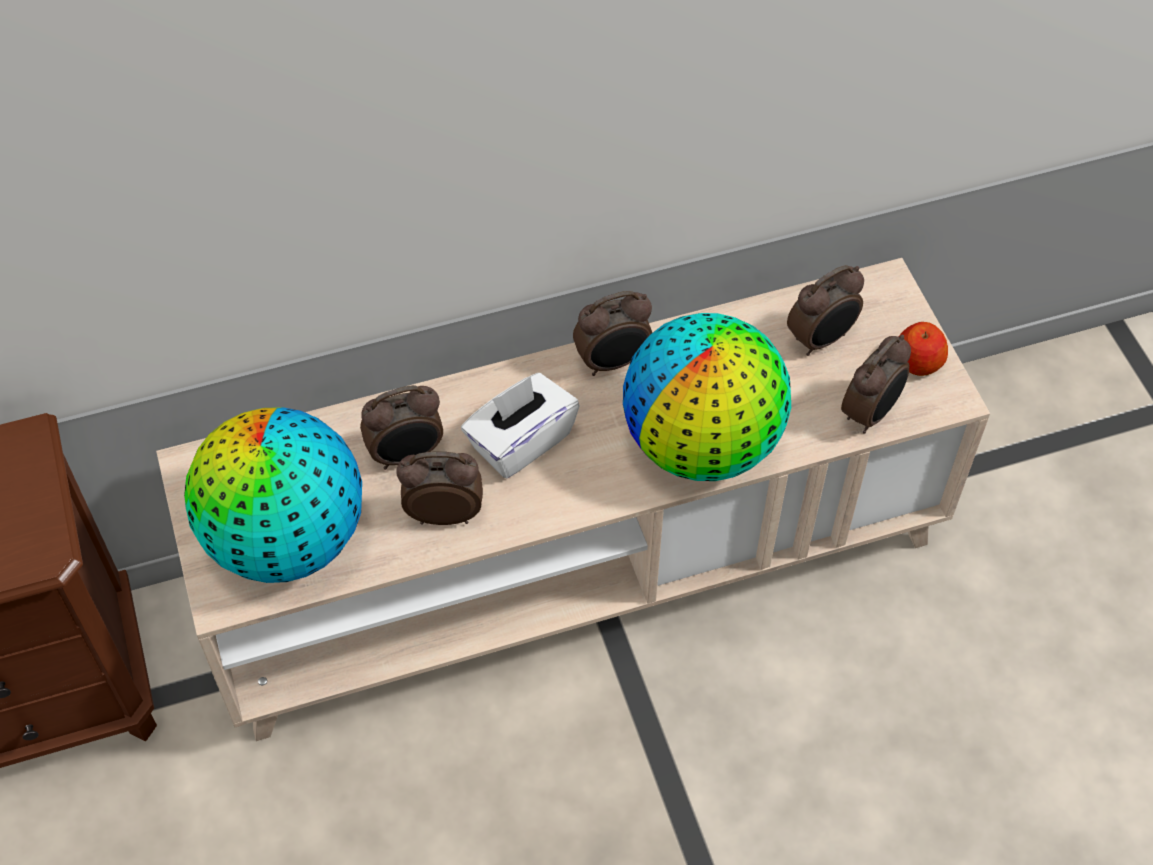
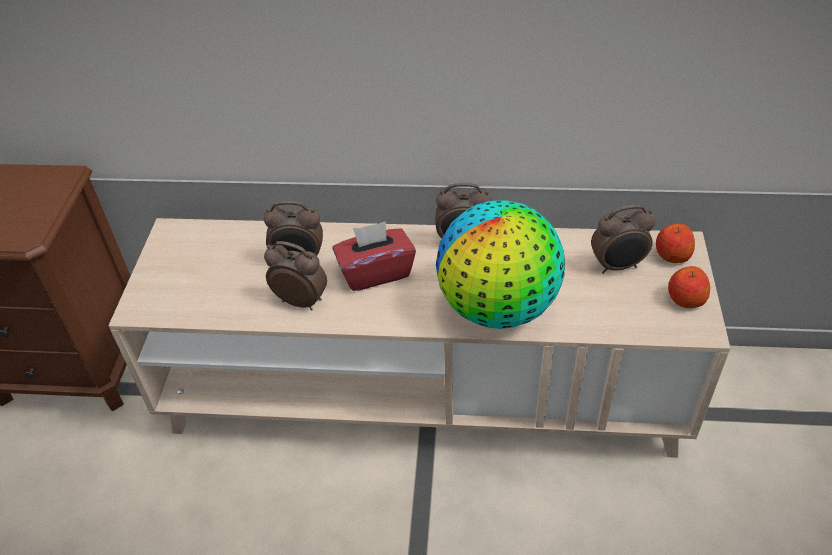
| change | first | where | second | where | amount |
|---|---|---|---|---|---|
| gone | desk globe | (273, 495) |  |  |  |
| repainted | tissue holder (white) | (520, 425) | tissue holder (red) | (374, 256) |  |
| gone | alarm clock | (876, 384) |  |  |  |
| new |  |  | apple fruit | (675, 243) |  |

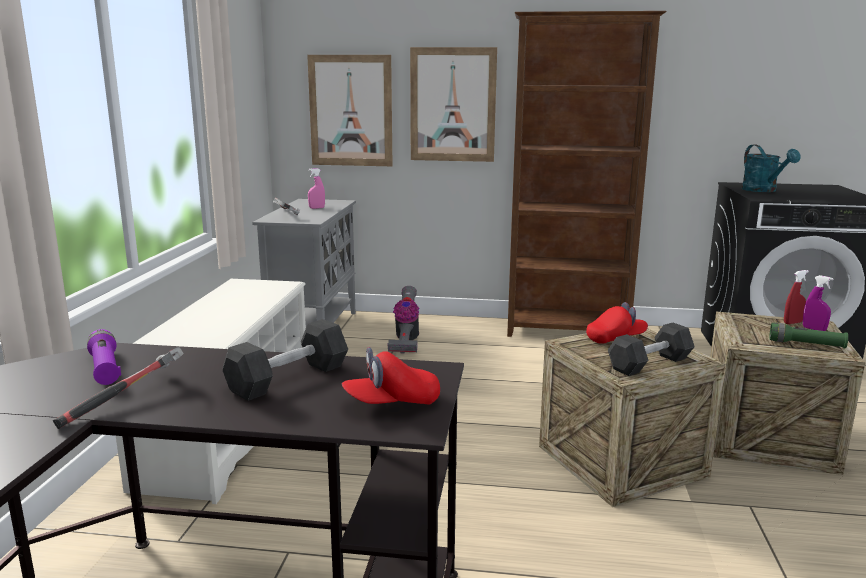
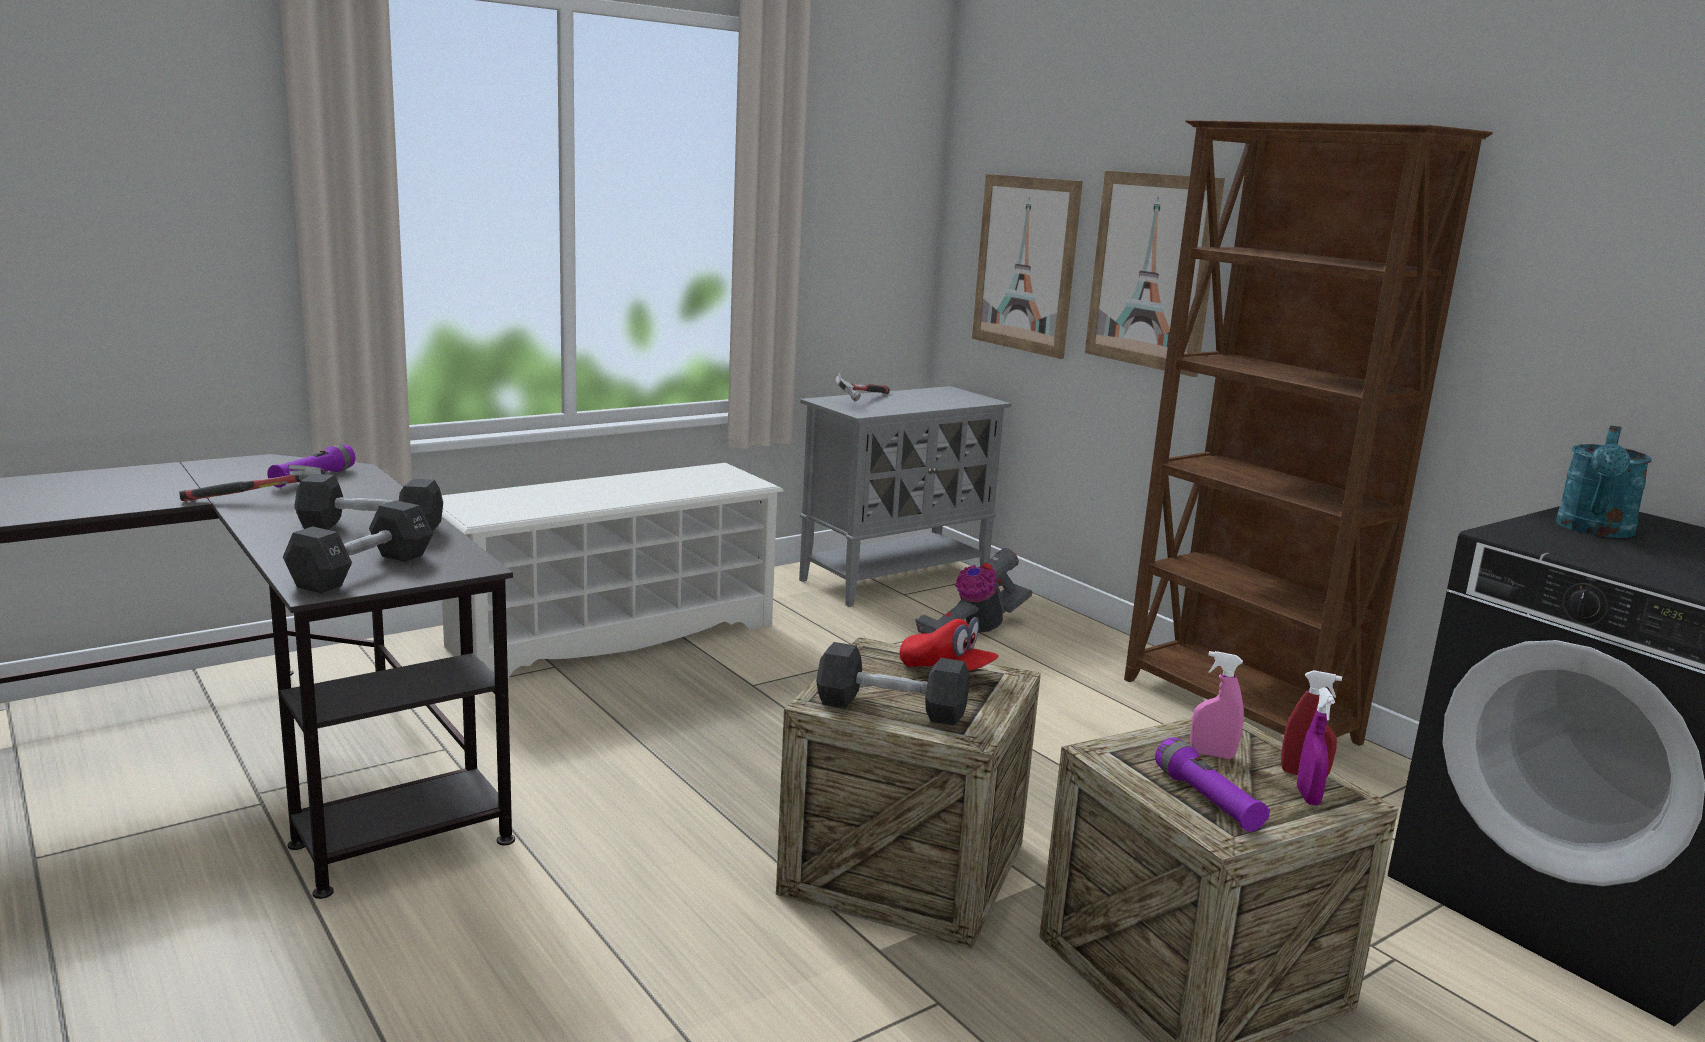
| change | first | where | second | where | amount |
|---|---|---|---|---|---|
| shifted | sprayer (pink-coloured) | (316, 188) |  | (1217, 705) |  |
| swapped | cap (red) | (391, 376) | hand weight (blackish) | (358, 547) |  |
| repainted | hand torch (greenish) | (808, 335) | hand torch (purple-coloured) | (1212, 784) |  |

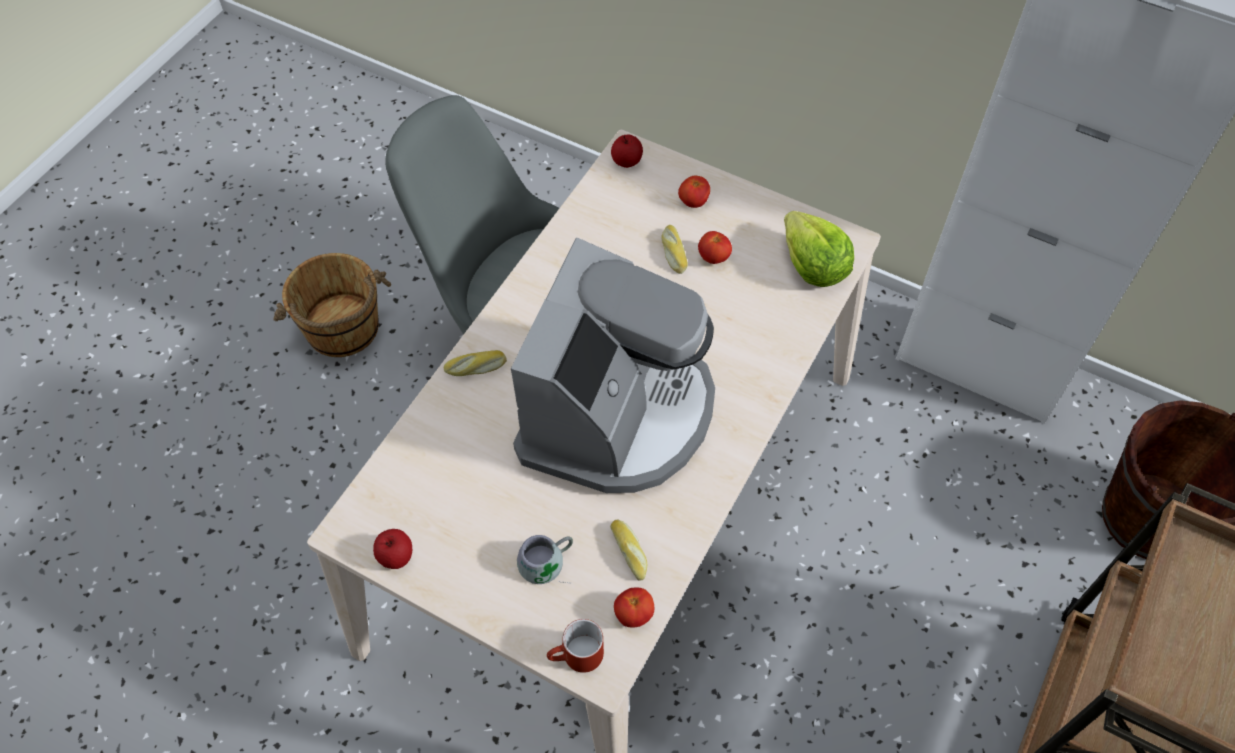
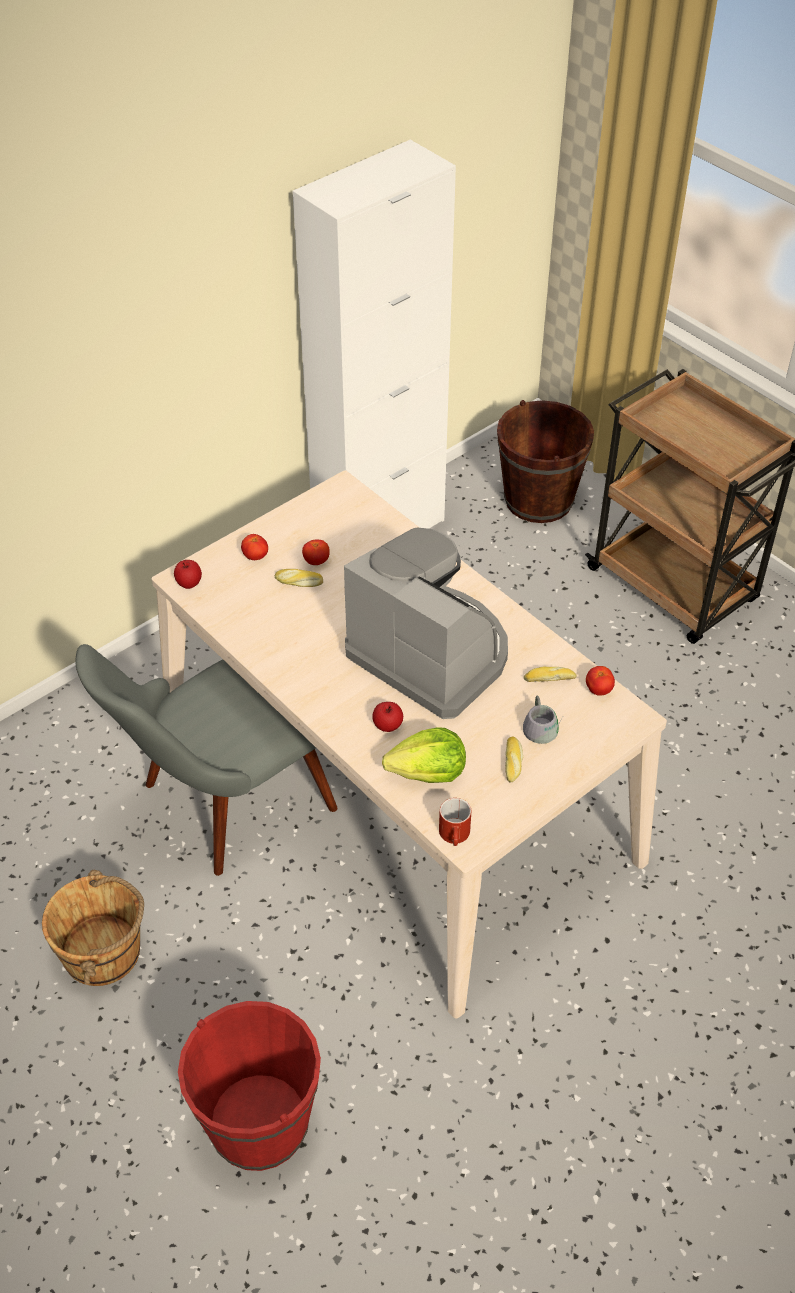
| change | first | where | second | where | amount |
|---|---|---|---|---|---|
| shifted | apple fruit | (392, 549) |  | (387, 717) |  |
| shifted | bakery bread | (475, 363) |  | (514, 759) |  |
| shifted | tea mug (red) | (575, 646) |  | (455, 822) |  |
| shifted | lettuce head | (819, 249) |  | (424, 755) |  |
| new |  |  | water bucket (red) | (249, 1086) |  |

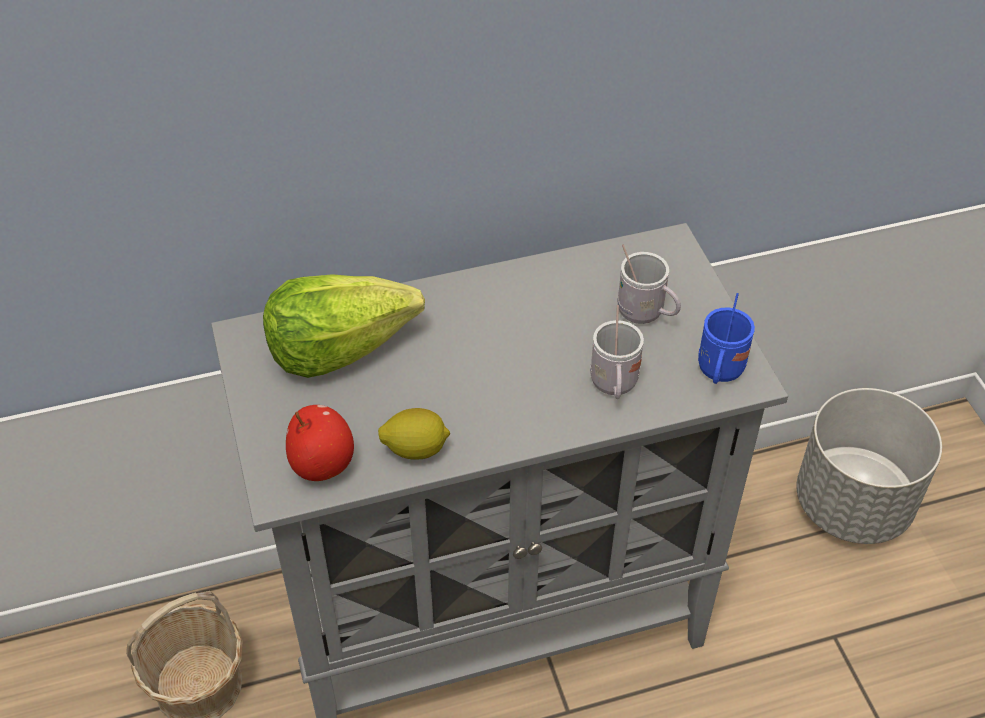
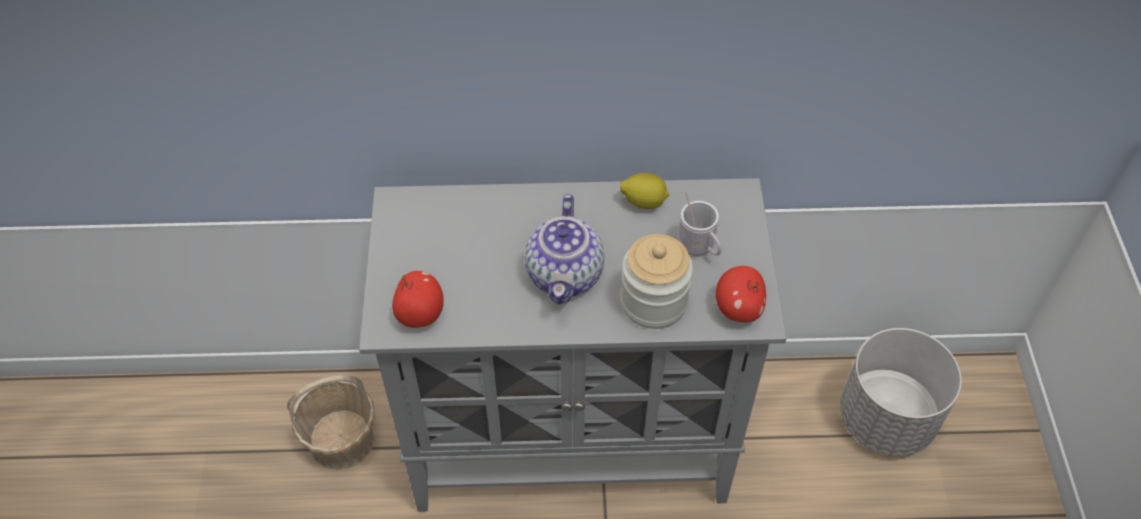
| change | first | where | second | where | amount |
|---|---|---|---|---|---|
| gone | lettuce head | (344, 326) |  |  |  |
| shifted | lemon | (414, 434) |  | (644, 191) |  |
| swapped | tea mug (white) | (617, 352) | preserve jar | (656, 281) |  |
| swapped | tea mug (blue) | (726, 338) | apple fruit | (741, 294) |  |
| new |  |  | teapot | (564, 249) |  |

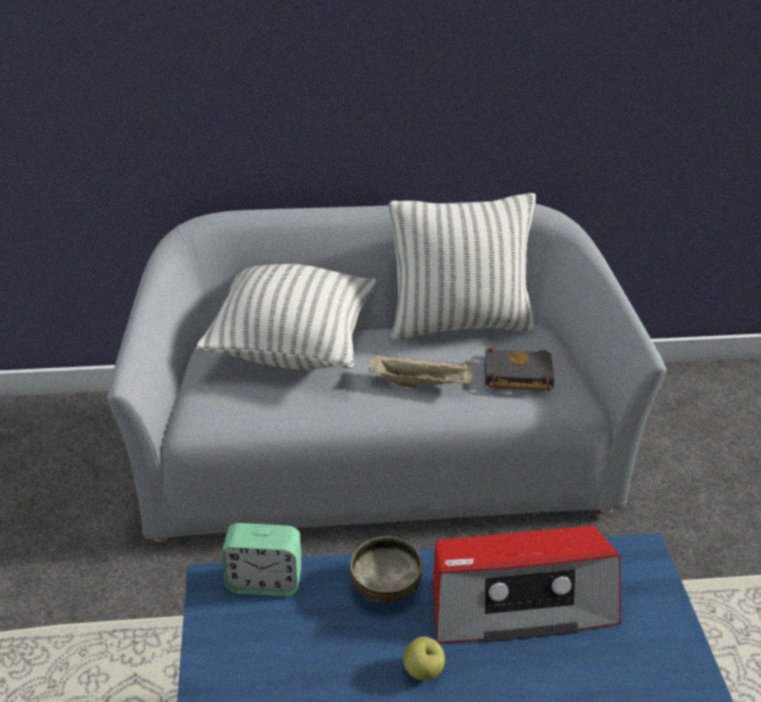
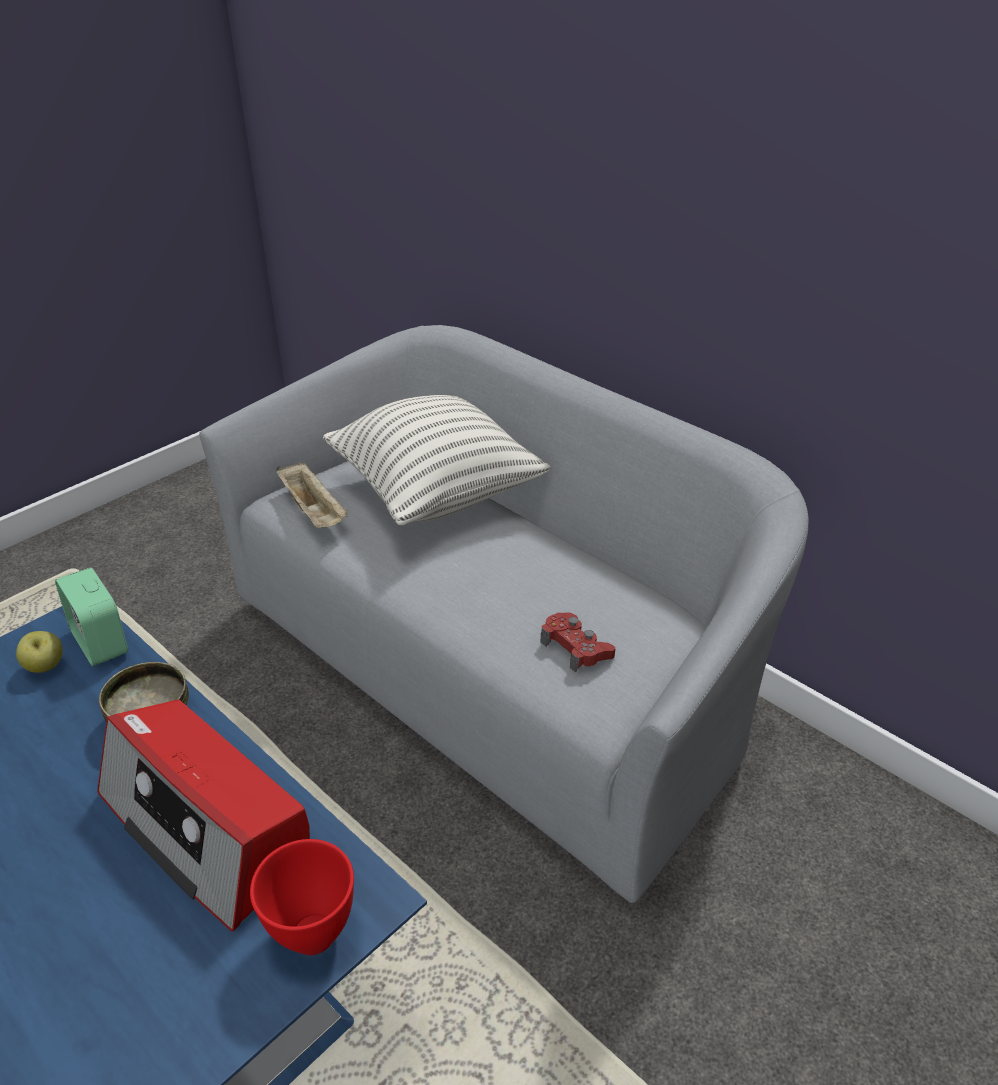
| change | first | where | second | where | amount |
|---|---|---|---|---|---|
| shifted | tray (beige) | (420, 370) |  | (312, 495) |  |
| gone | throw pillow | (462, 266) |  |  |  |
| shifted | apple fruit | (424, 659) |  | (39, 652) |  |
| swapped | book (blackish) | (519, 369) | game controller (red) | (578, 642) |  |
| new |  |  | deep dish (red) | (302, 897) |  |

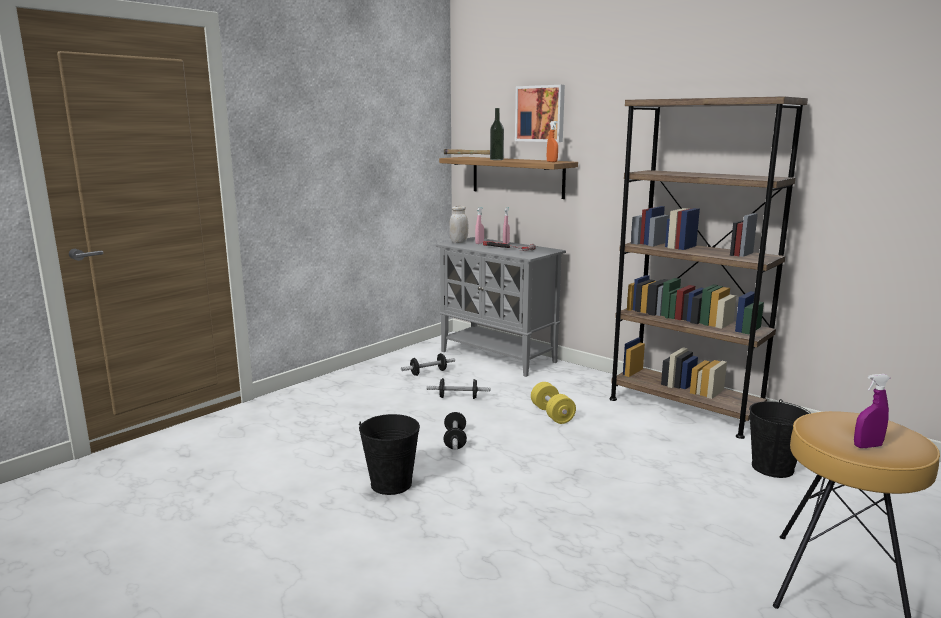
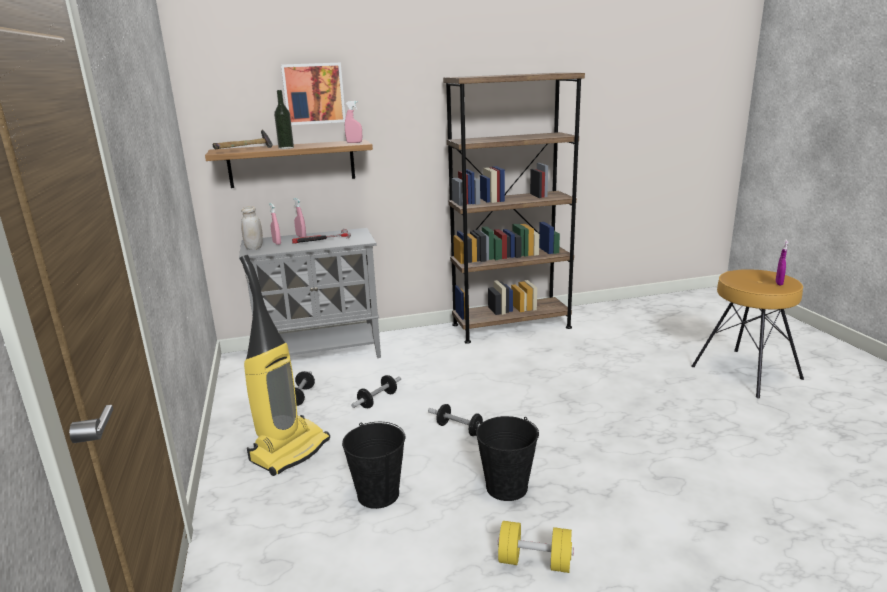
| change | first | where | second | where | amount |
|---|---|---|---|---|---|
| shifted | hand weight (yellow) | (553, 403) |  | (536, 547) |  |
| repainted | sprayer (orangey) | (552, 141) | sprayer (pink-coloured) | (353, 122) |  |
| shifted | water bucket (blackish) | (780, 438) |  | (373, 465) |  |
| new |  |  | vacuum | (285, 365) |  |

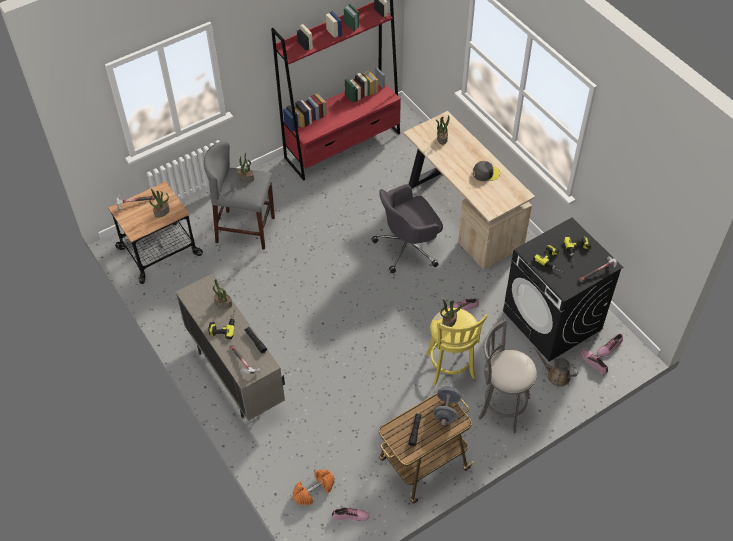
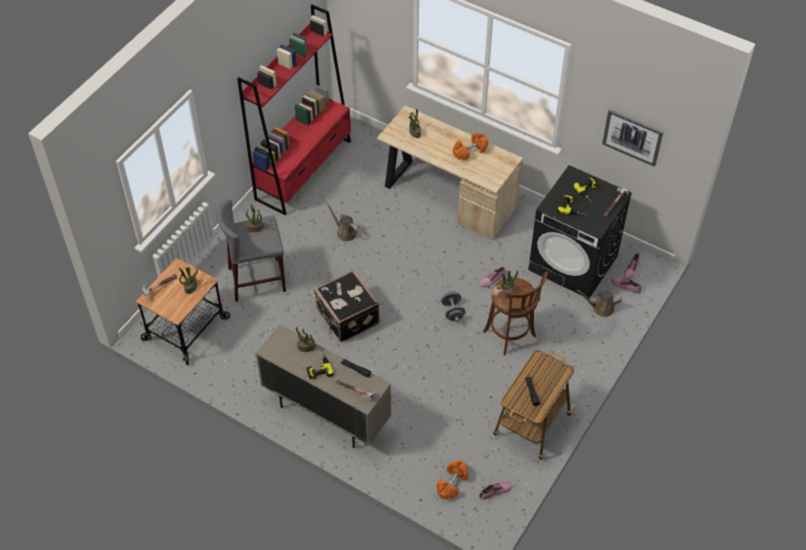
| change | first | where | second | where | amount |
|---|---|---|---|---|---|
| gone | desk chair (grey) | (407, 228) |  |  |  |
| repainted | sitting stool (yellow) | (456, 347) | sitting stool (brownish) | (515, 313) |  |
| shifted | hand weight (grey) | (447, 404) |  | (453, 306) |  |
| swapped | cap (grey) | (486, 171) | hand weight (orangey) | (470, 147) |  |
| gone | sitting stool (grey) | (507, 376) |  |  |  |
| new |  |  | travel case (blackish) | (347, 306) |  |
| new |  |  | sprinkling can (brownish) | (342, 221) |  |
| new |  |  | picture | (632, 138) |  |

